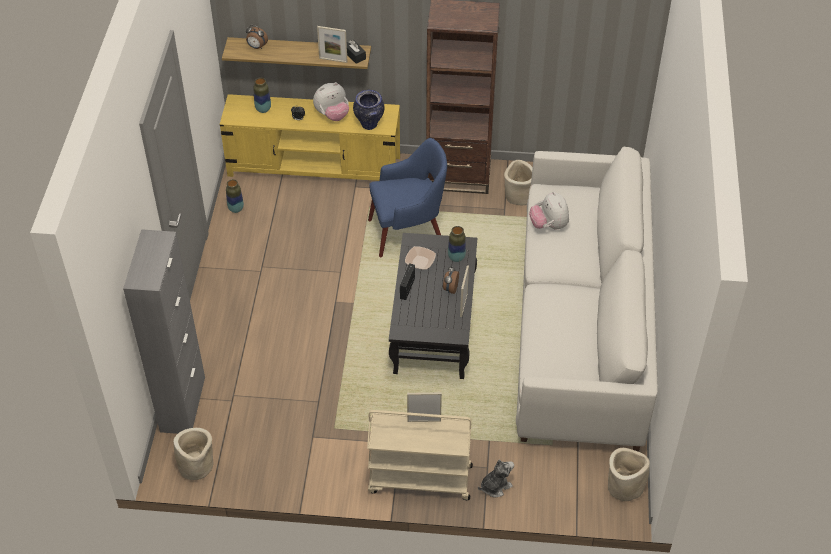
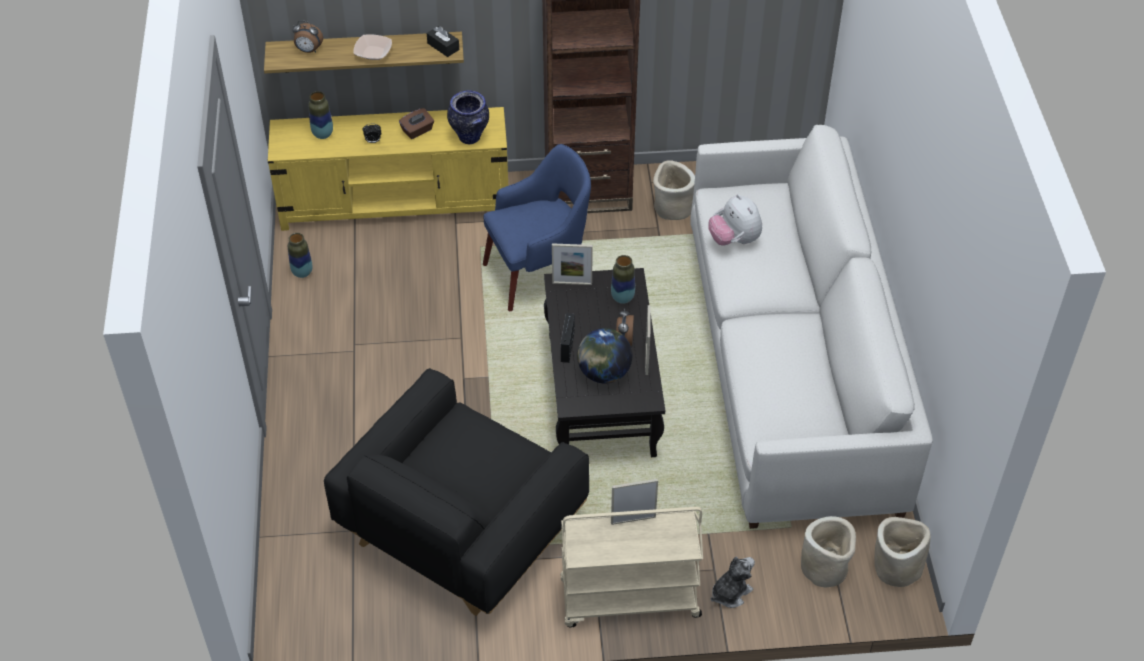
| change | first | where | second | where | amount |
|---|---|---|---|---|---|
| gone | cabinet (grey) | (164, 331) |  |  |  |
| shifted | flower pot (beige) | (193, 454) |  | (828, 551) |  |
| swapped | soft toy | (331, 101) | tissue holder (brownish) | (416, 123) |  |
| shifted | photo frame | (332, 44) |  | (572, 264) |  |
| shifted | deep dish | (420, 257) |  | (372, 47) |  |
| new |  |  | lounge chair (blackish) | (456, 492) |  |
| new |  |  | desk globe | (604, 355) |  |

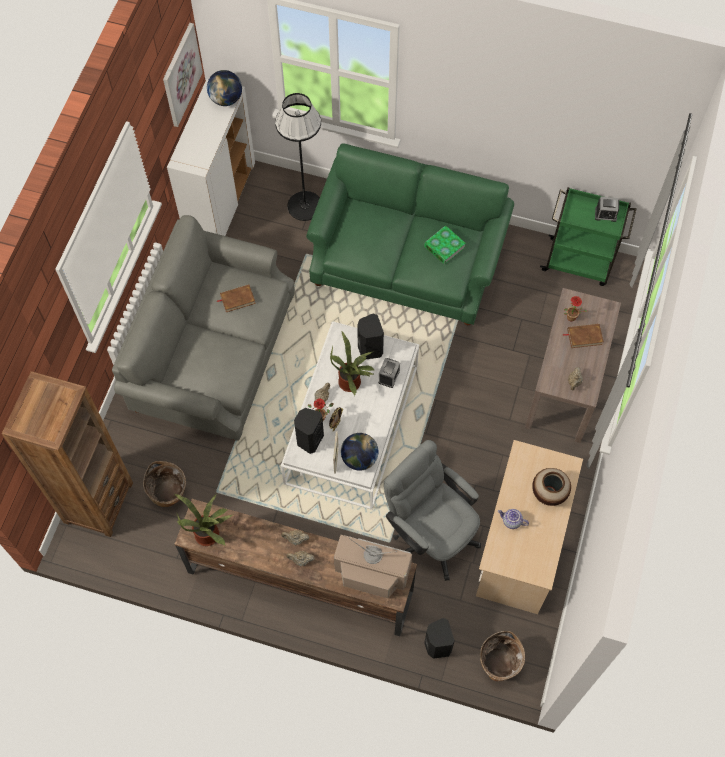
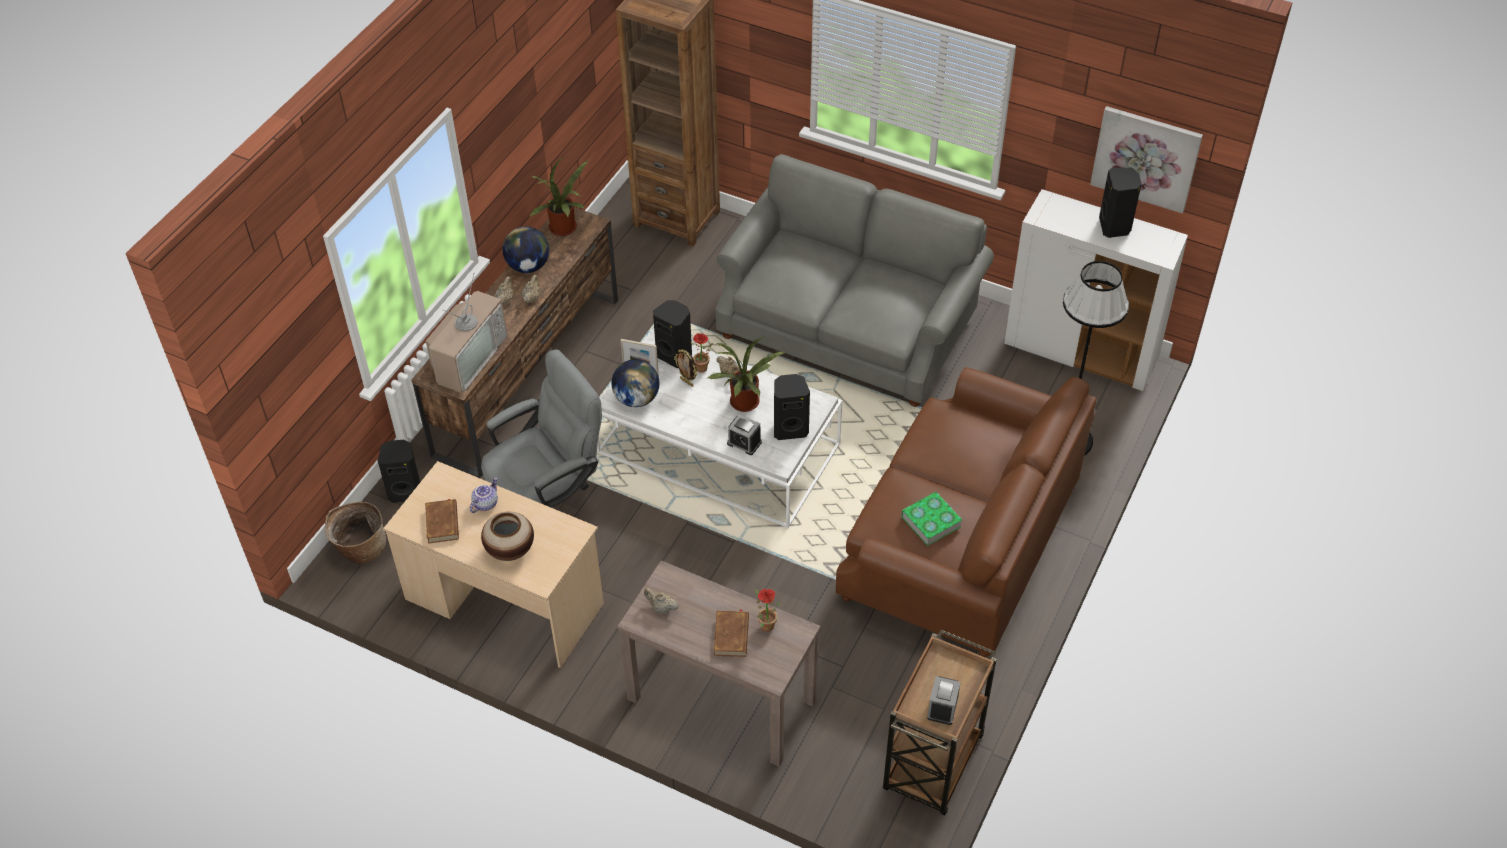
| change | first | where | second | where | amount |
|---|---|---|---|---|---|
| gone | household basket | (164, 484) |  |  |  |
| shifted | desk globe | (224, 88) |  | (525, 250) |  |
| shifted | book (brownish) | (236, 298) |  | (442, 521) |  |
| repainted | settee (greenish) | (410, 234) | settee (brownish) | (966, 512) |  |
| repainted | trolley (greenish) | (588, 236) | trolley (brownish) | (940, 723) |  |
| new |  |  | audio speaker (blackish) | (1120, 202) |  |

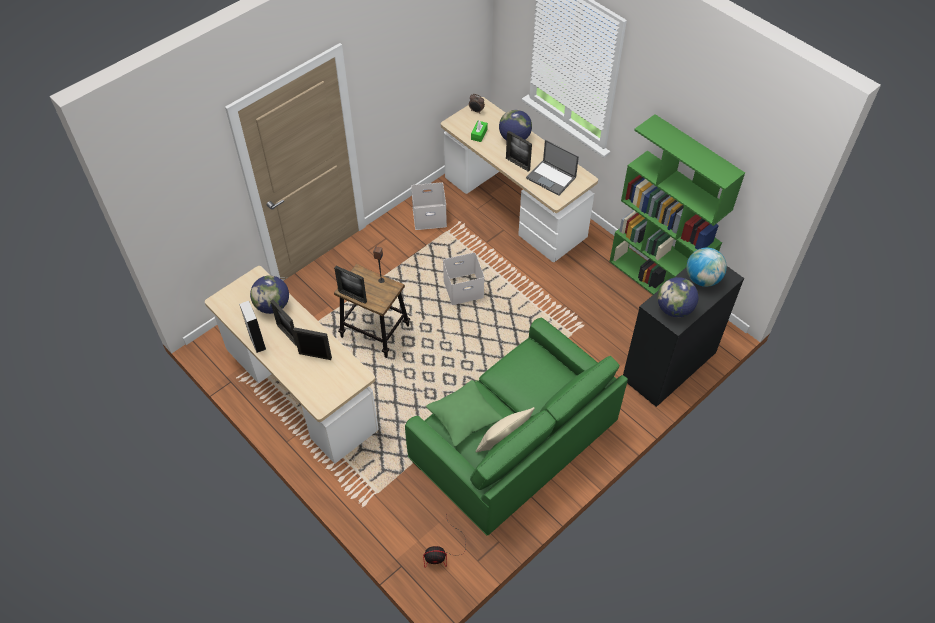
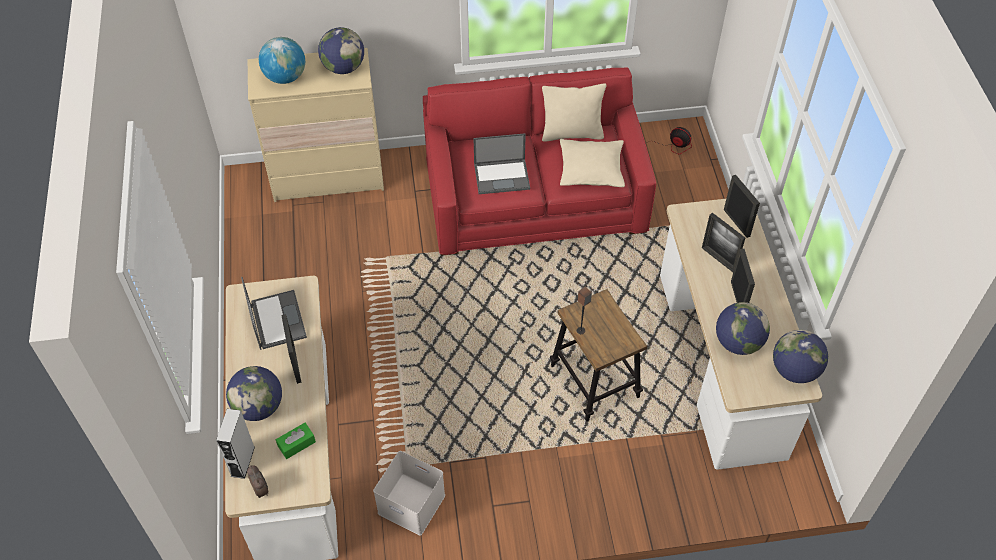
| change | first | where | second | where | amount |
|---|---|---|---|---|---|
| shifted | audio speaker (grey) | (252, 327) |  | (235, 444) |  |
| shifted | photo frame | (350, 285) |  | (742, 206) |  |
| repainted | settee (greenish) | (516, 426) | settee (red) | (539, 161) |  |
| repainted | throw pillow (greenish) | (464, 413) | throw pillow (beige) | (592, 163) |  |
| gone | storage bin (white) | (463, 279) |  |  |  |
| gone | shelving unit (greenish) | (677, 204) |  |  |  |
| repainted | chest of drawers (blackish) | (683, 336) | chest of drawers (beige) | (316, 125) |  |
| new |  |  | portable computer | (502, 163) |  |
| new |  |  | desk globe | (800, 356) |  |

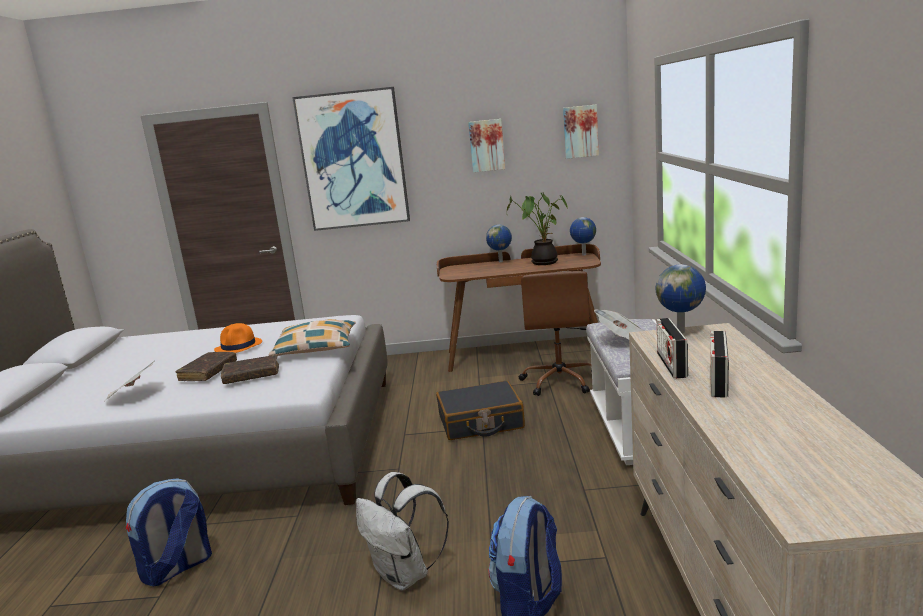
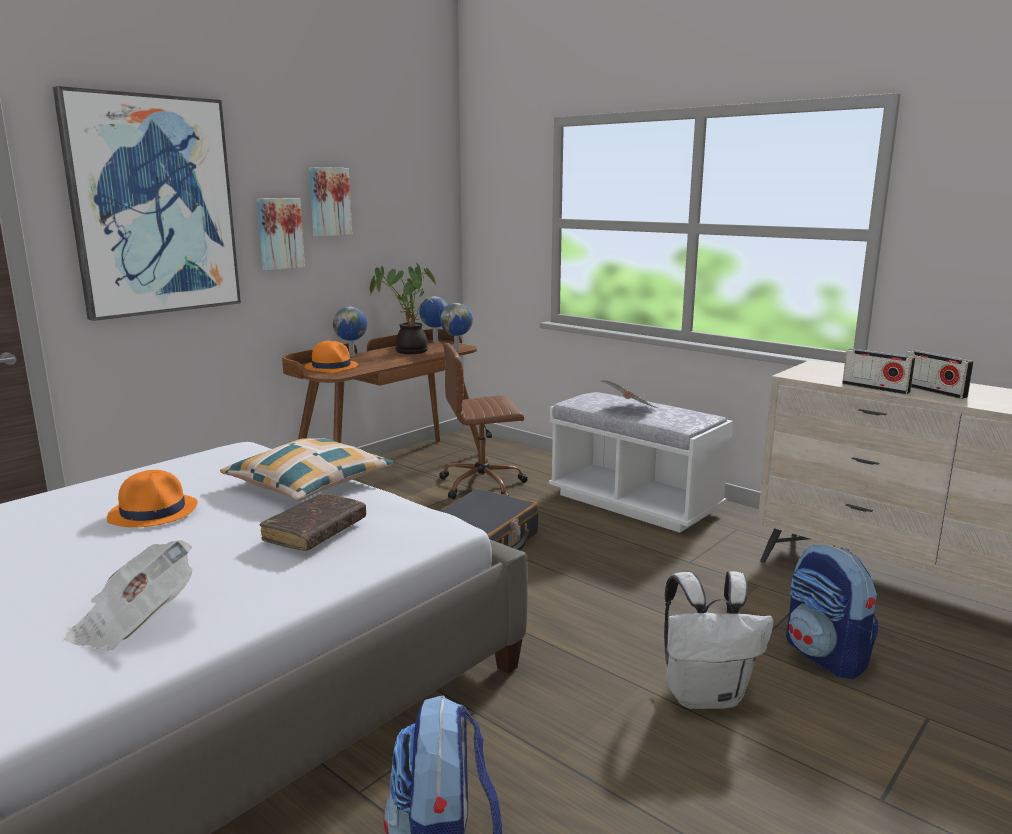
| change | first | where | second | where | amount |
|---|---|---|---|---|---|
| gone | book (brownish) | (206, 366) |  |  |  |
| rotated | desk chair (brownish) | (555, 333) |  | (483, 421) | 120 degrees clockwise |
| shifted | picture | (581, 131) |  | (281, 234) |  |
| shifted | desk globe | (681, 299) |  | (456, 327) |  |
| new |  |  | wearable hat (orangey) | (331, 356) |  |

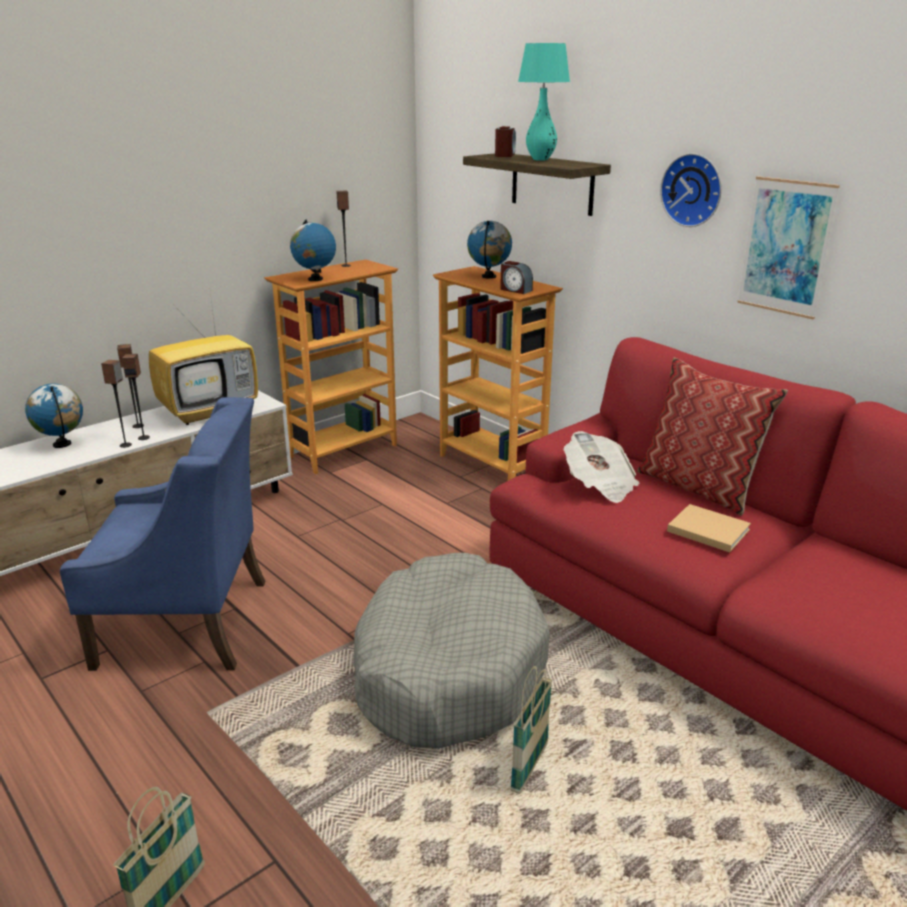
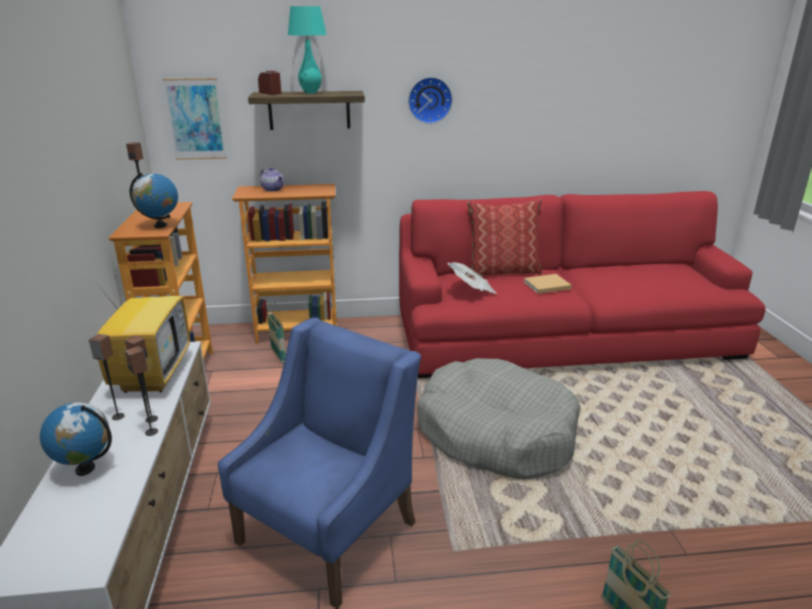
| change | first | where | second | where | amount |
|---|---|---|---|---|---|
| swapped | desk globe | (489, 250) | teapot | (272, 179) |  |
| gone | alarm clock | (516, 277) |  |  |  |
| shifted | household basket | (531, 730) |  | (276, 333) |  |
| shifted | picture | (788, 247) |  | (195, 119) |  |

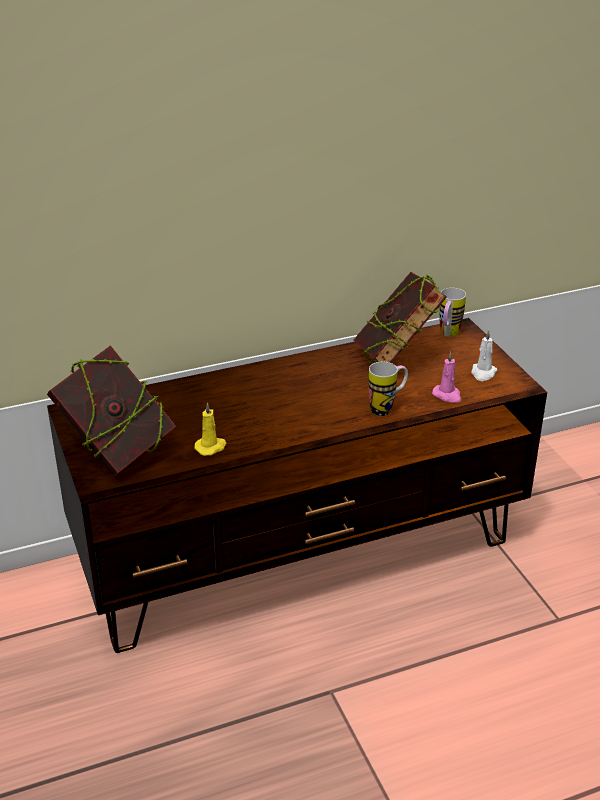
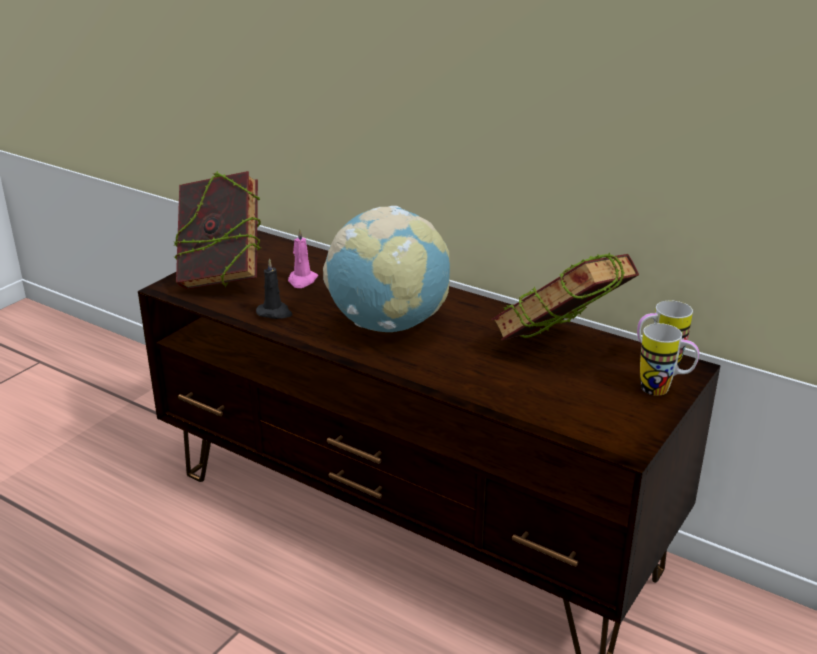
| change | first | where | second | where | amount |
|---|---|---|---|---|---|
| repainted | wax light (yellow) | (210, 429) | wax light (blackish) | (274, 288) |  |
| shifted | tea mug | (388, 389) |  | (669, 359) |  |
| shifted | wax light (pink-coloured) | (446, 377) |  | (303, 258) |  |
| gone | wax light (white) | (484, 355) |  |  |  |
| new |  |  | desk globe | (386, 269) |  |

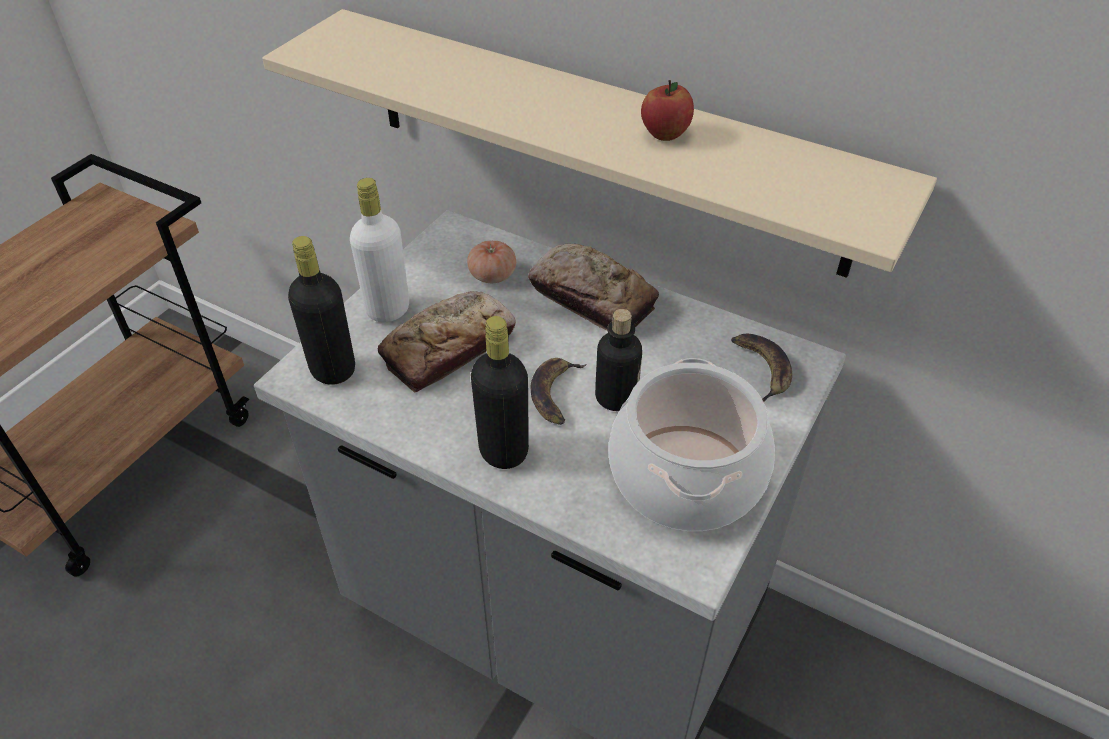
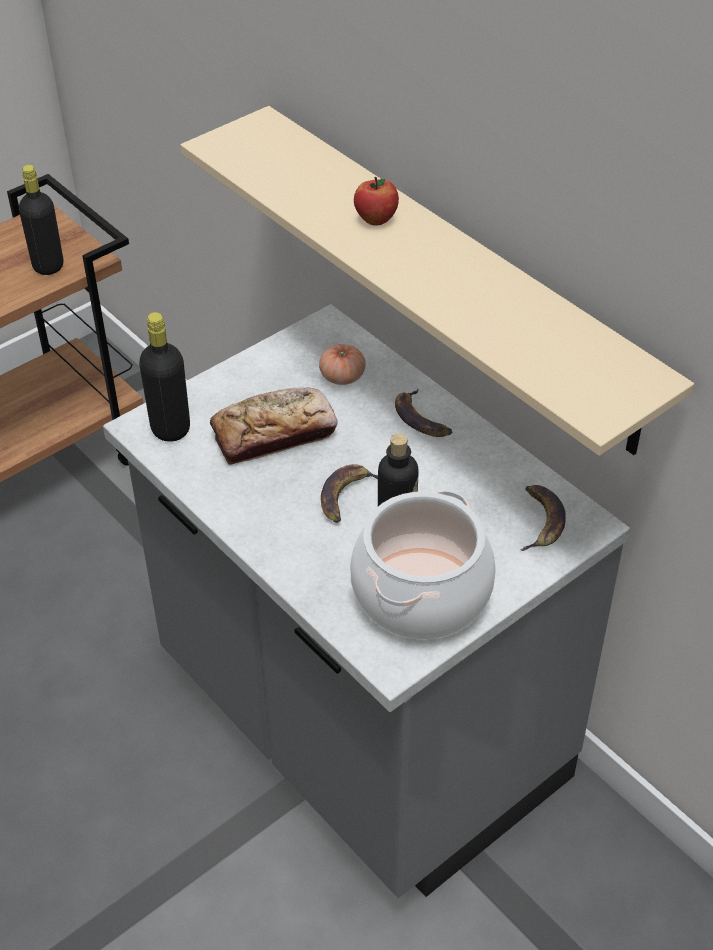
| change | first | where | second | where | amount |
|---|---|---|---|---|---|
| gone | beverage bottle (white) | (379, 250) |  |  |  |
| shifted | beverage bottle (blackish) | (500, 392) |  | (41, 220) |  |
| swapped | bakery bread | (593, 287) | banana | (423, 413) |  |
| shifted | apple fruit | (667, 110) |  | (376, 201) |  |

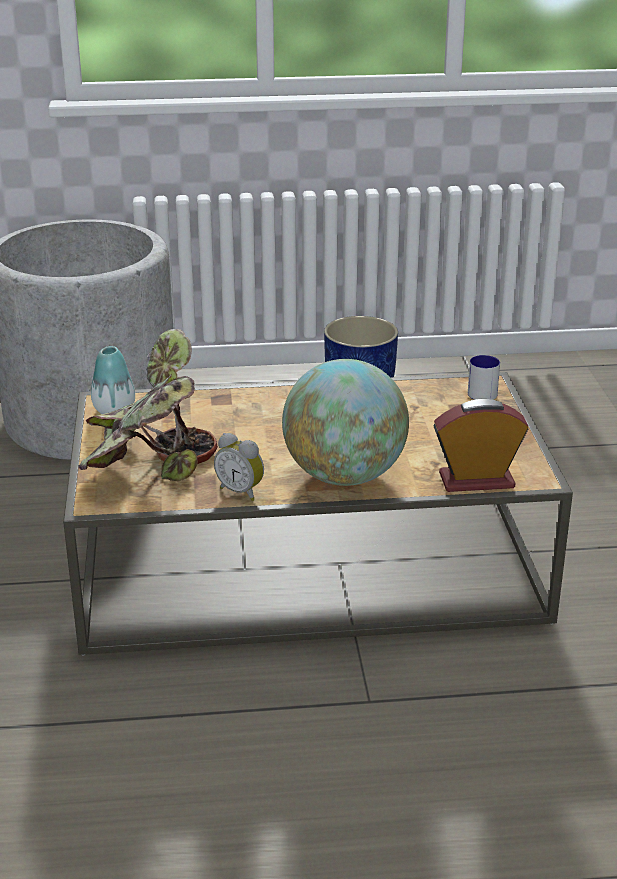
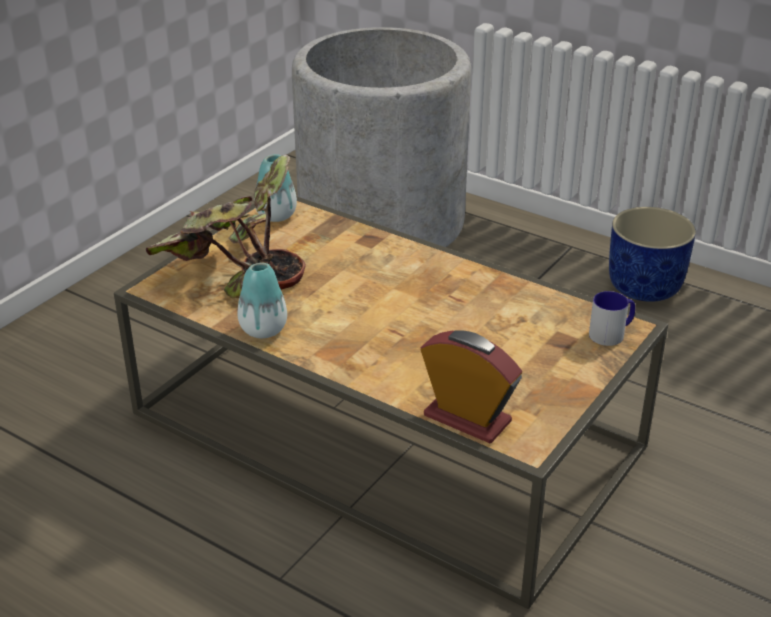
| change | first | where | second | where | amount |
|---|---|---|---|---|---|
| swapped | alarm clock | (239, 467) | vase | (262, 300) |  |
| gone | desk globe | (345, 422) |  |  |  |

